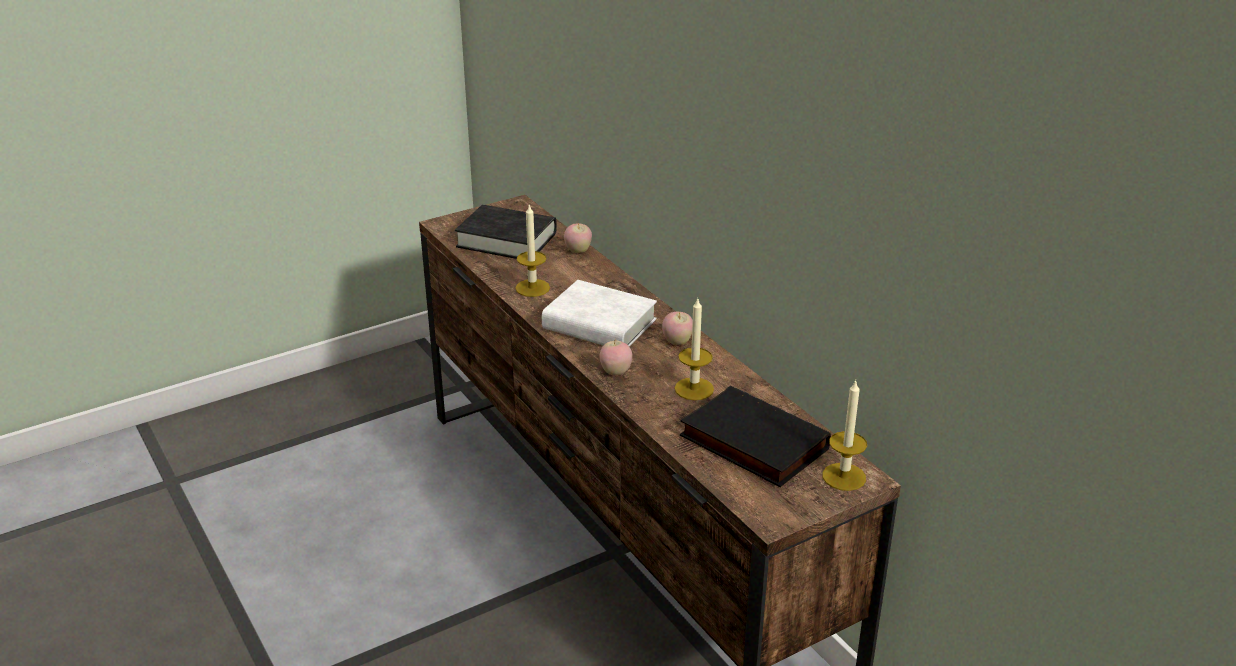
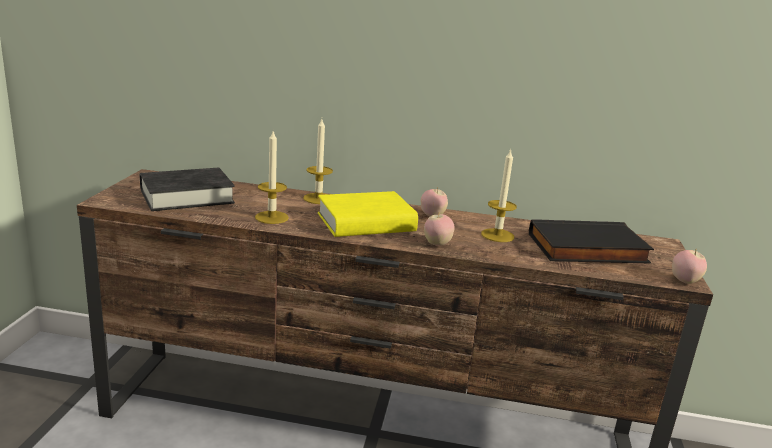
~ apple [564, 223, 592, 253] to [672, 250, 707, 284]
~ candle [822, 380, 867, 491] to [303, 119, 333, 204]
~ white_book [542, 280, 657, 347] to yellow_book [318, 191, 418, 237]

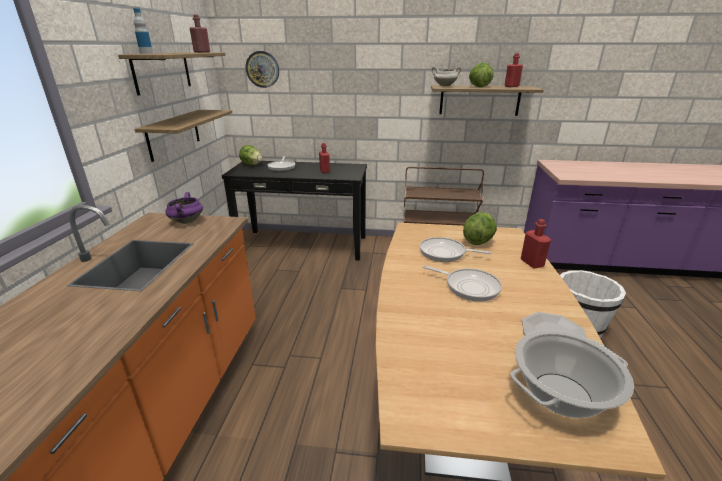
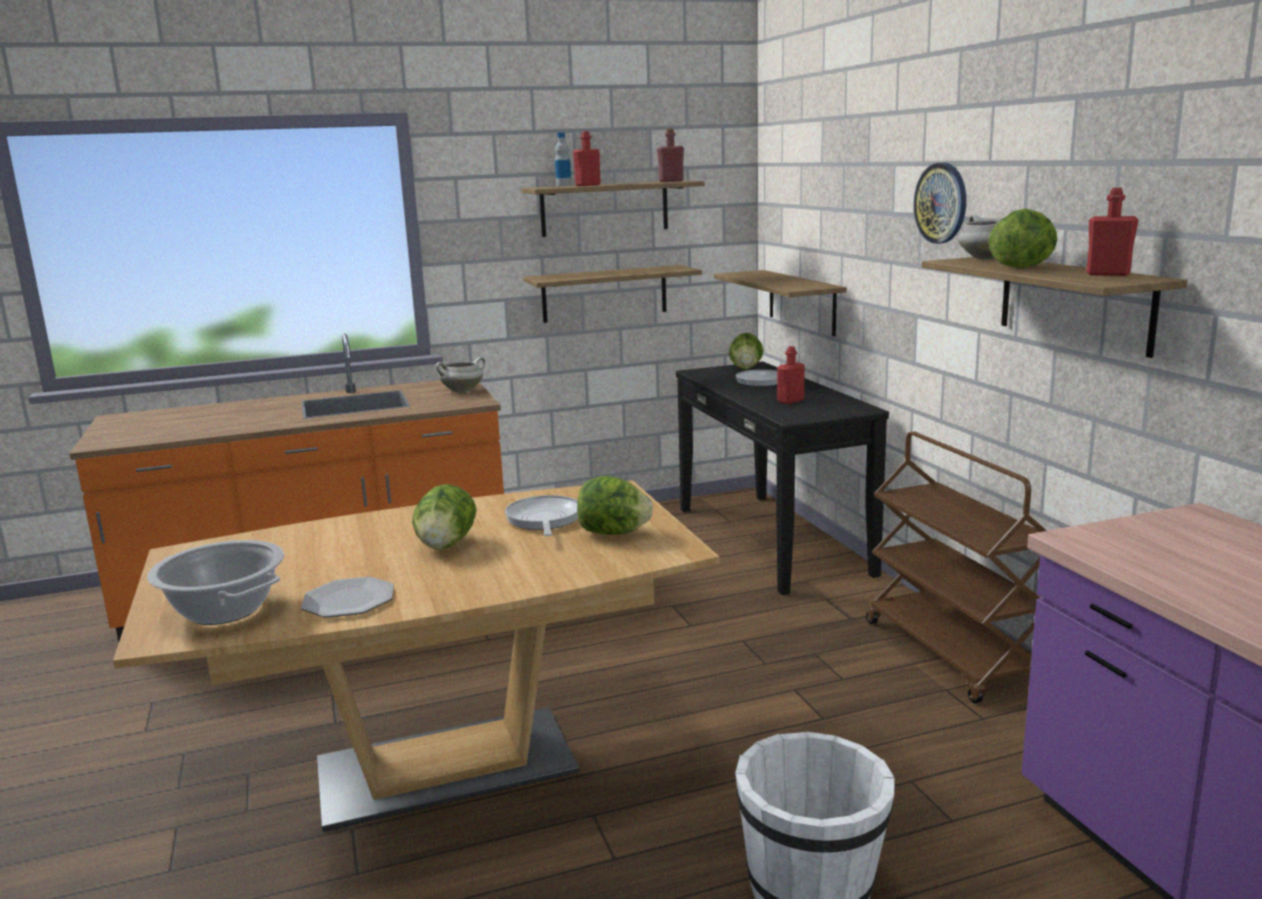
+ shelf [714, 270, 847, 336]
~ wall_clock [246, 51, 279, 88] to [914, 163, 966, 244]
~ red_bottle [521, 219, 551, 268] to [573, 131, 601, 186]
~ frying_pan [423, 265, 502, 302] to lettuce [412, 484, 477, 550]
~ purple_cooking_pot [166, 192, 203, 224] to white_cooking_pot [435, 357, 485, 393]

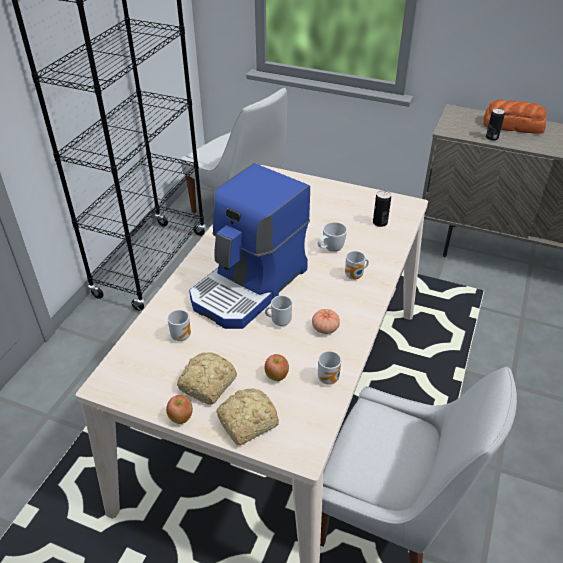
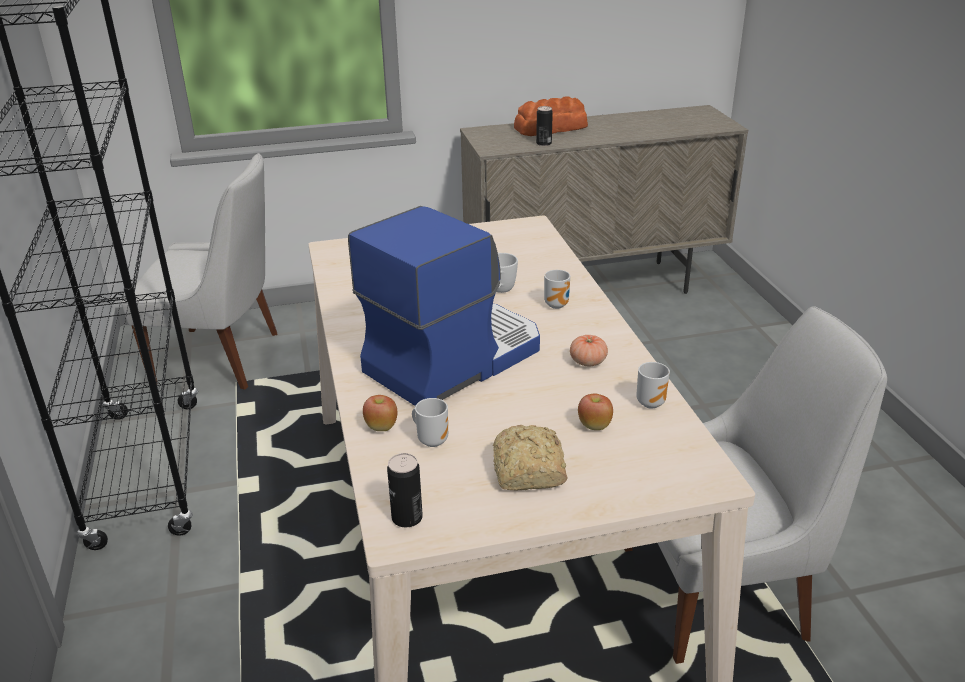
- bread [217, 388, 279, 445]
- mug [265, 296, 292, 326]
~ apple [166, 395, 193, 424] to [363, 395, 397, 431]
~ can [373, 190, 391, 227] to [387, 453, 423, 527]
~ coffee_machine [189, 163, 310, 329] = [348, 206, 540, 406] 135 degrees counterclockwise

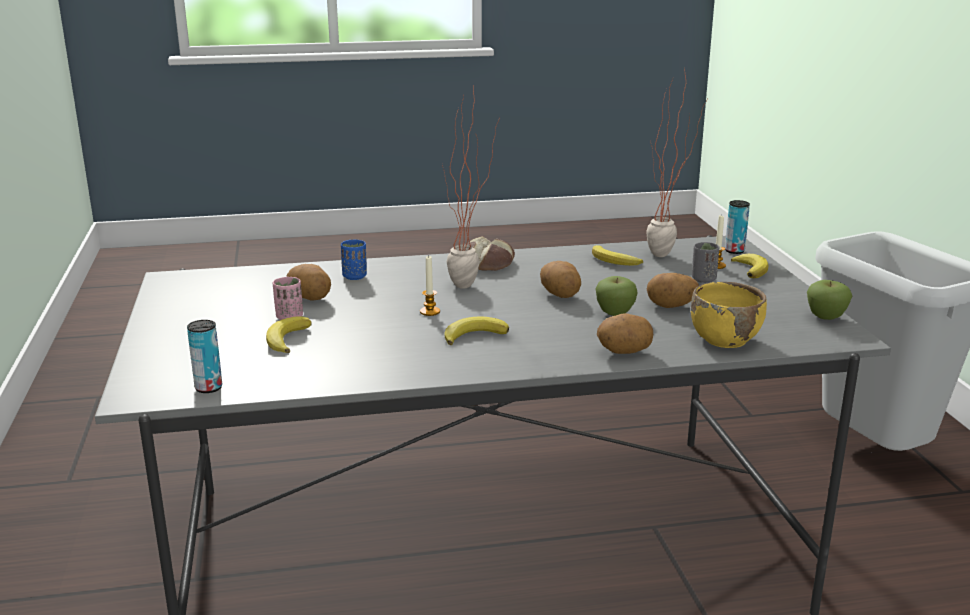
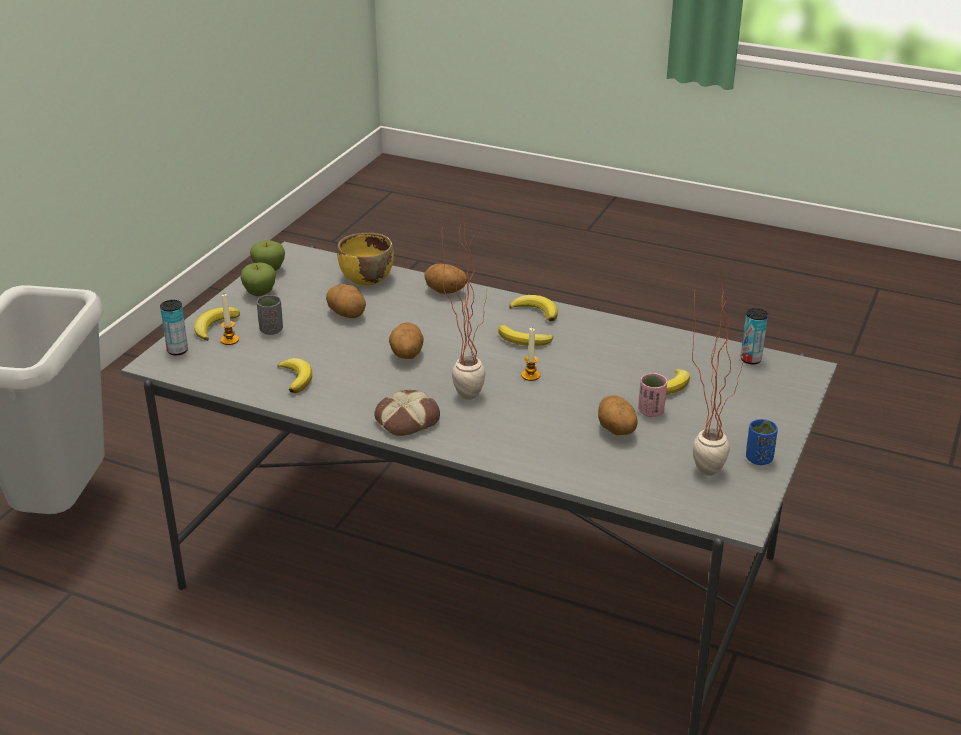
+ banana [510, 295, 557, 322]
~ blue_cup [341, 239, 367, 280] to [746, 419, 778, 465]
~ apple [595, 276, 638, 316] to [240, 262, 276, 296]
~ potted_plant [646, 75, 708, 257] to [692, 273, 745, 476]

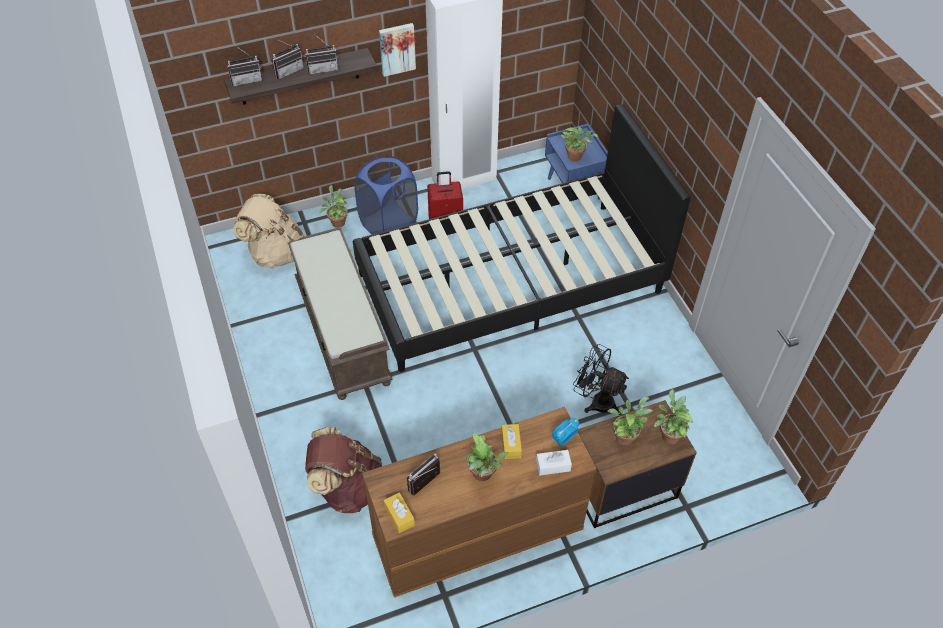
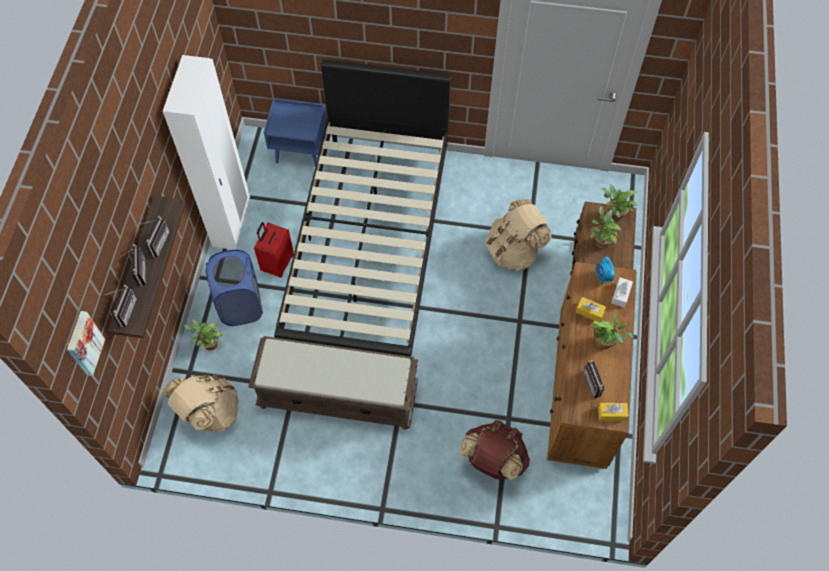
- potted_plant [561, 127, 599, 162]
~ picture [379, 23, 416, 77] to [67, 311, 105, 376]
~ black_fan [573, 344, 629, 415] to beige_backpack [486, 199, 552, 271]

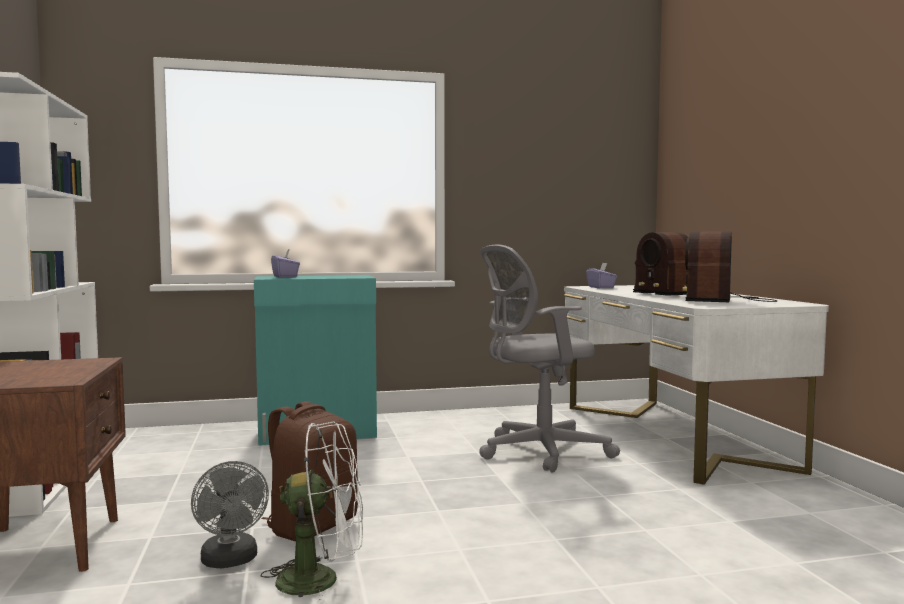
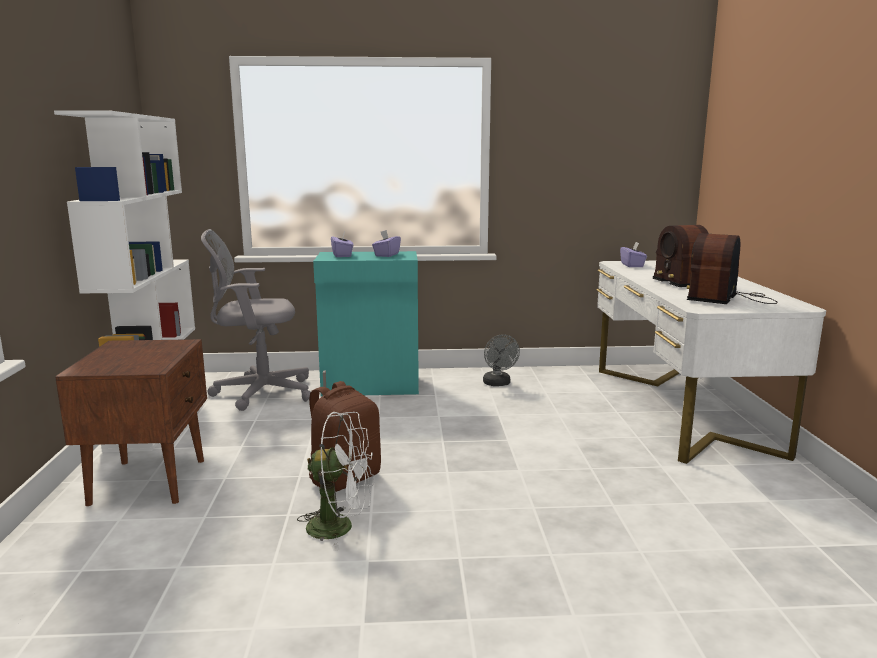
+ purple_tissue_box [372, 230, 401, 257]
~ grey_fan [191, 461, 269, 568] to [483, 334, 520, 386]
~ grey_office_chair [479, 245, 620, 472] to [201, 229, 311, 411]

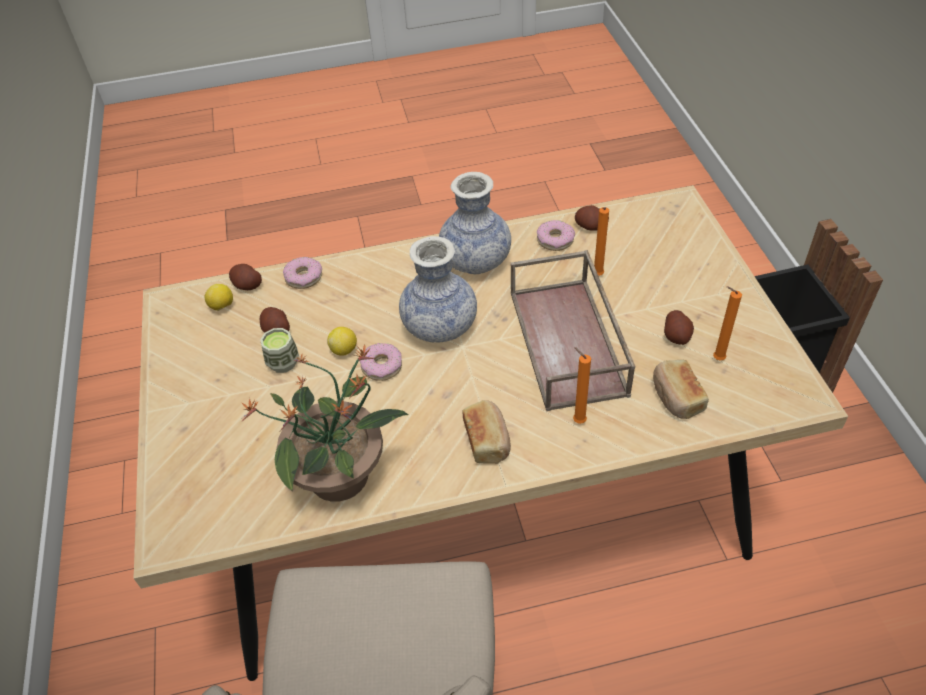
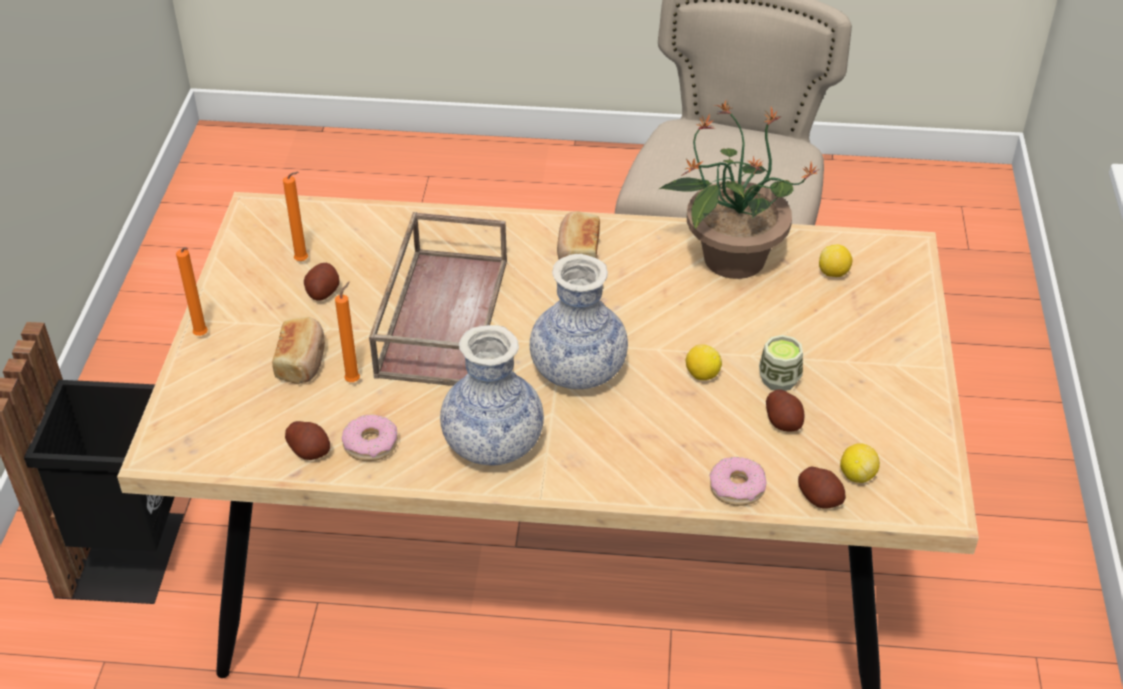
- donut [360, 343, 402, 381]
+ lemon [819, 244, 852, 277]
~ orange_candle [573, 347, 591, 424] to [176, 247, 208, 336]
~ bread [653, 360, 709, 419] to [272, 317, 325, 384]

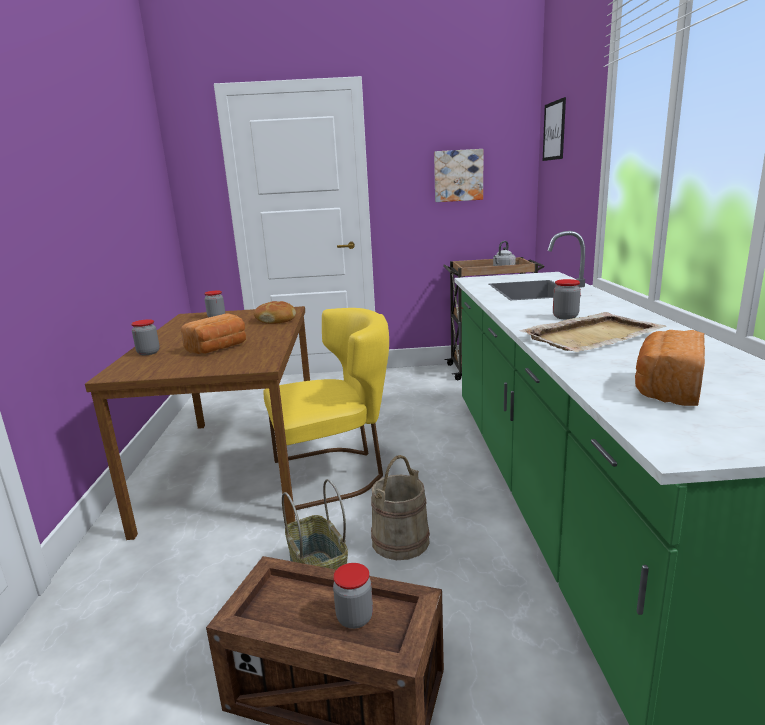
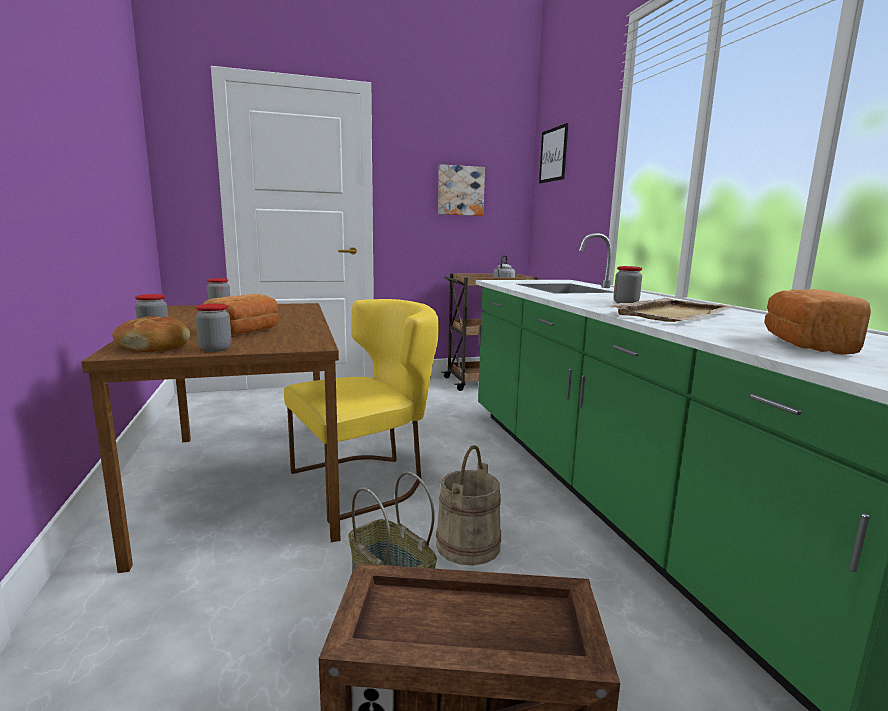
~ bread [254, 301, 296, 324] to [112, 316, 190, 352]
~ jar [333, 563, 373, 629] to [196, 304, 232, 352]

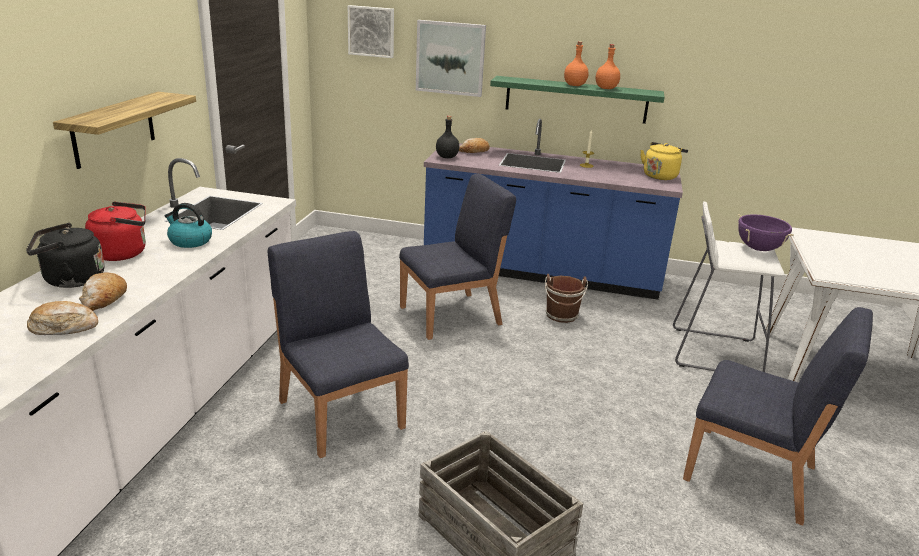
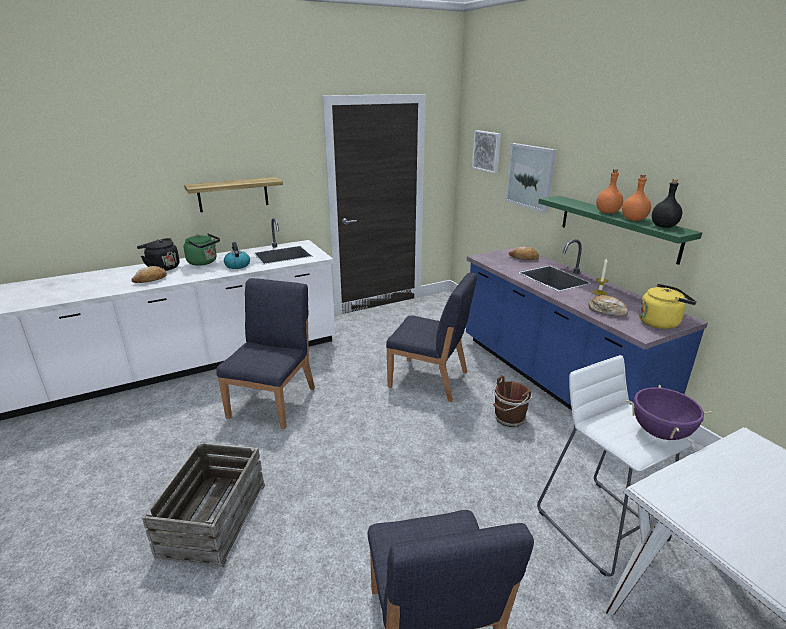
~ bread [27, 301, 98, 335] to [588, 295, 628, 316]
~ black_bottle [436, 116, 459, 158] to [652, 179, 682, 228]
~ red_kettle [85, 202, 146, 261] to green_kettle [184, 233, 220, 266]

